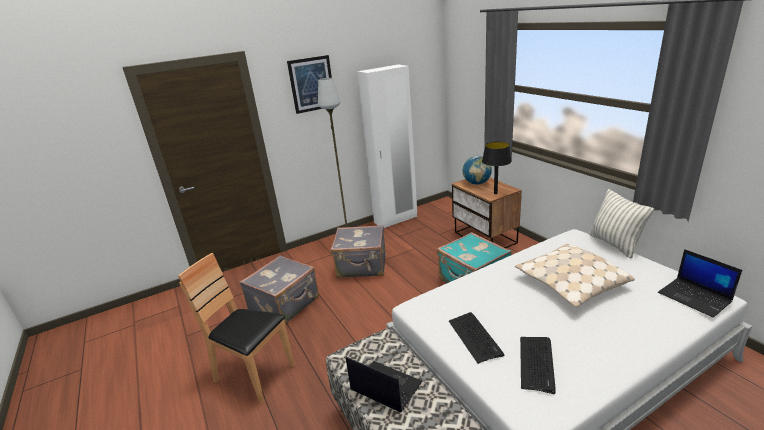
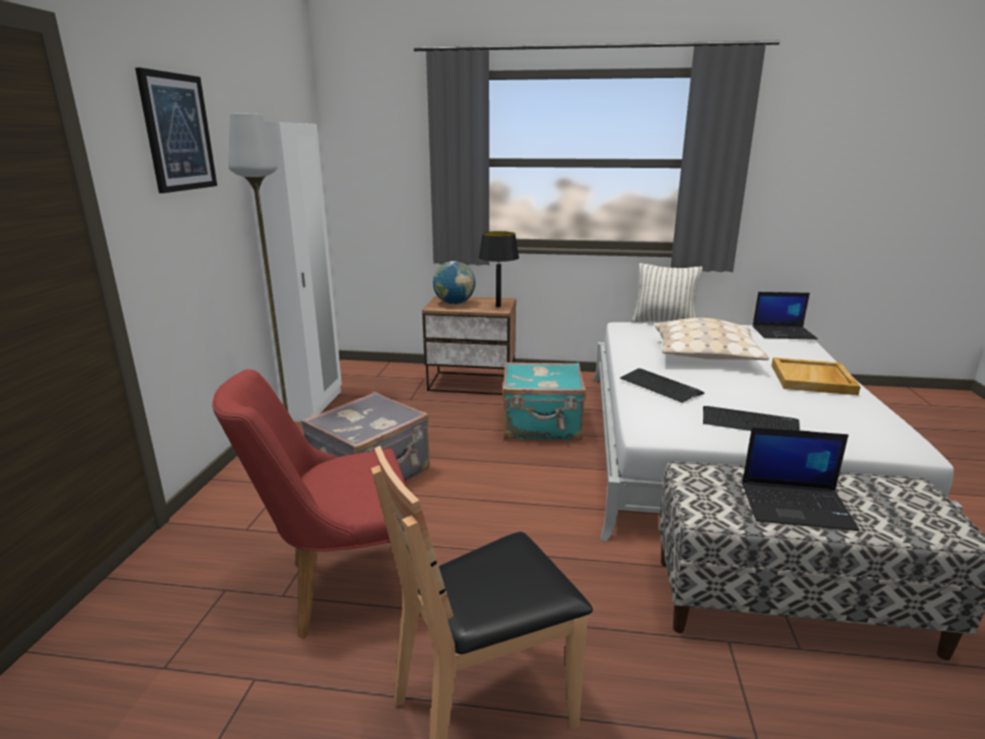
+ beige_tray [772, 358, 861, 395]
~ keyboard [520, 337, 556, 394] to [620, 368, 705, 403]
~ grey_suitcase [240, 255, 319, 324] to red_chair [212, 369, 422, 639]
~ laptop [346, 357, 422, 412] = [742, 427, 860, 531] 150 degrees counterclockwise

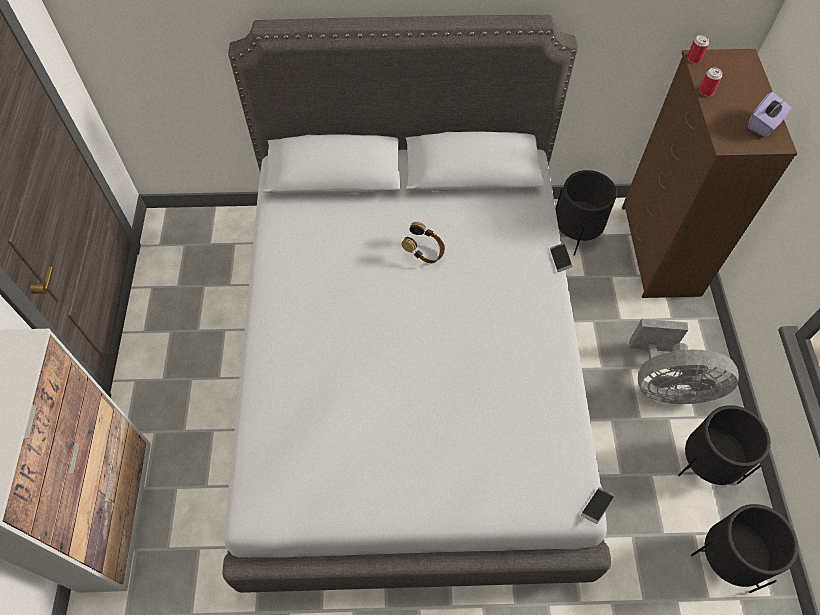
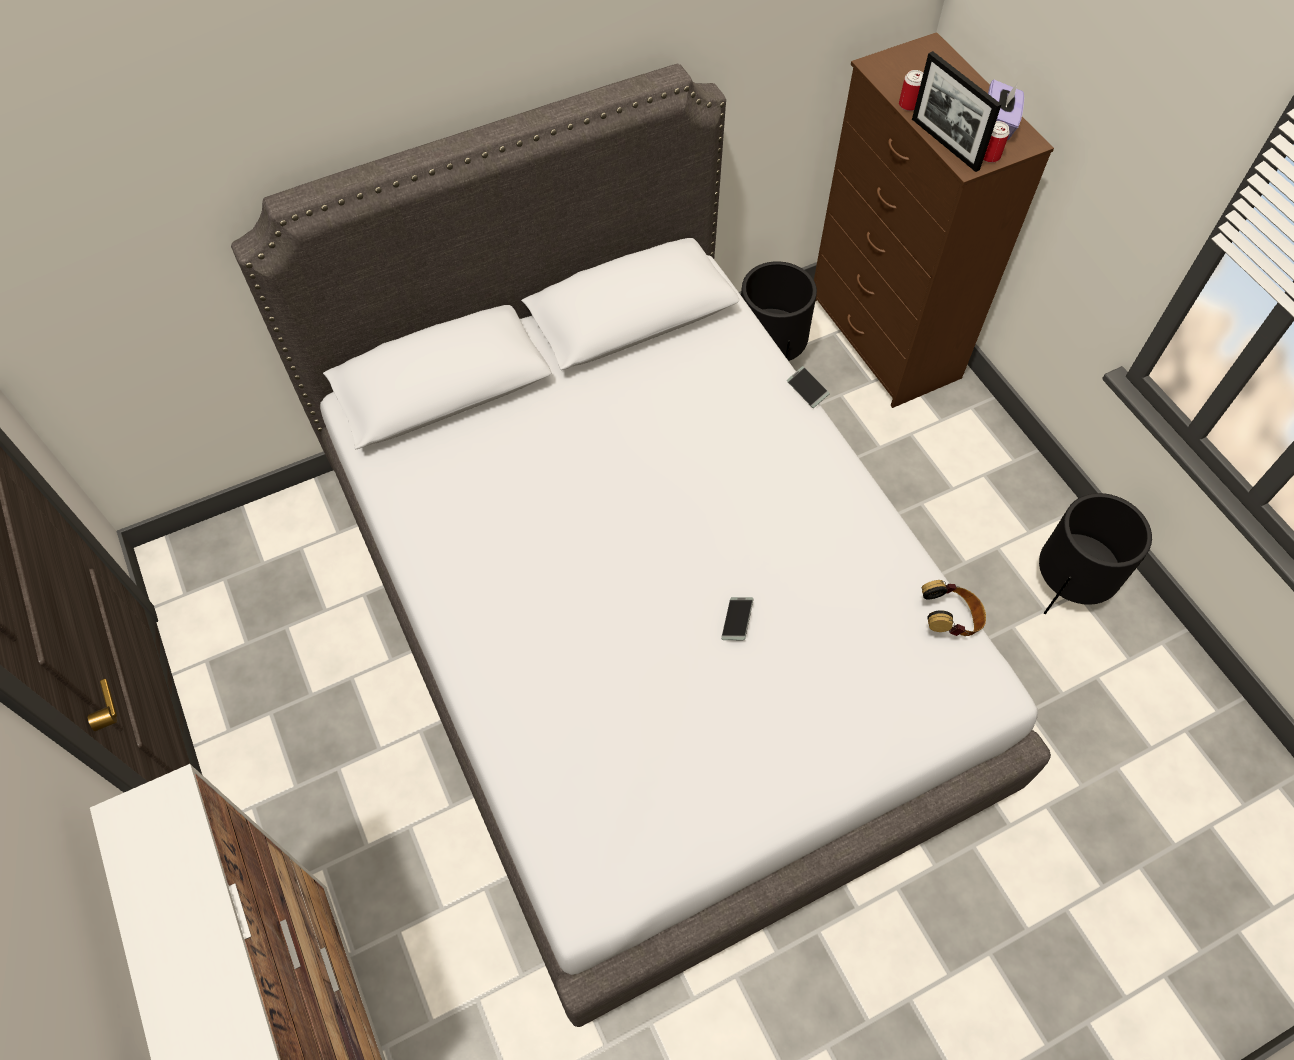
- grey_fan [629, 319, 739, 404]
- black_planter [691, 504, 798, 593]
+ picture_frame [912, 51, 1002, 172]
~ headphones [401, 222, 445, 263] to [922, 580, 986, 636]
~ phone [581, 487, 615, 524] to [721, 597, 753, 640]
~ can [687, 35, 709, 63] to [983, 121, 1010, 163]

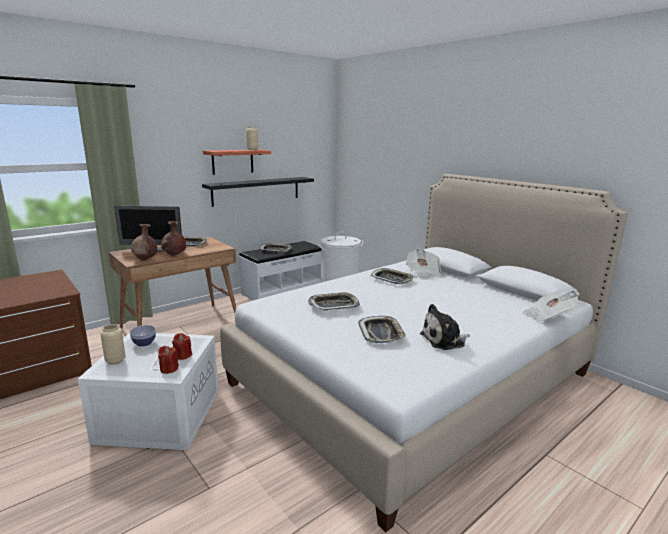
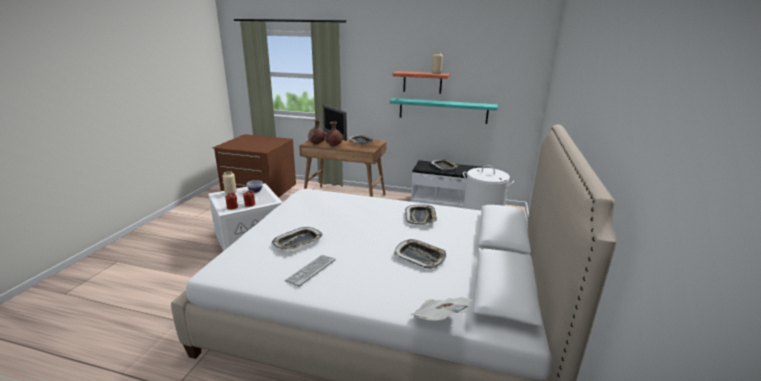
- newspaper [406, 249, 441, 280]
~ tray [308, 292, 360, 310] to [394, 239, 447, 269]
~ plush_toy [420, 304, 470, 350] to keyboard [284, 255, 336, 287]
~ black_shelf [202, 177, 314, 207] to turquoise_shelf [389, 98, 497, 124]

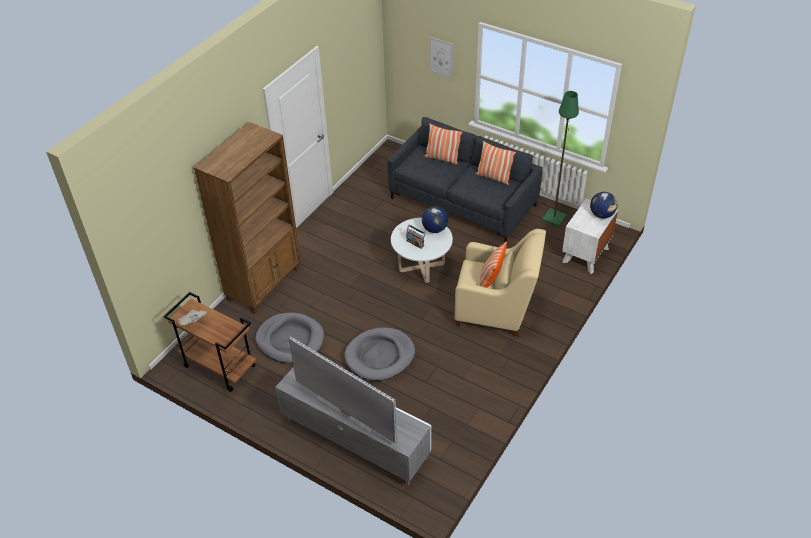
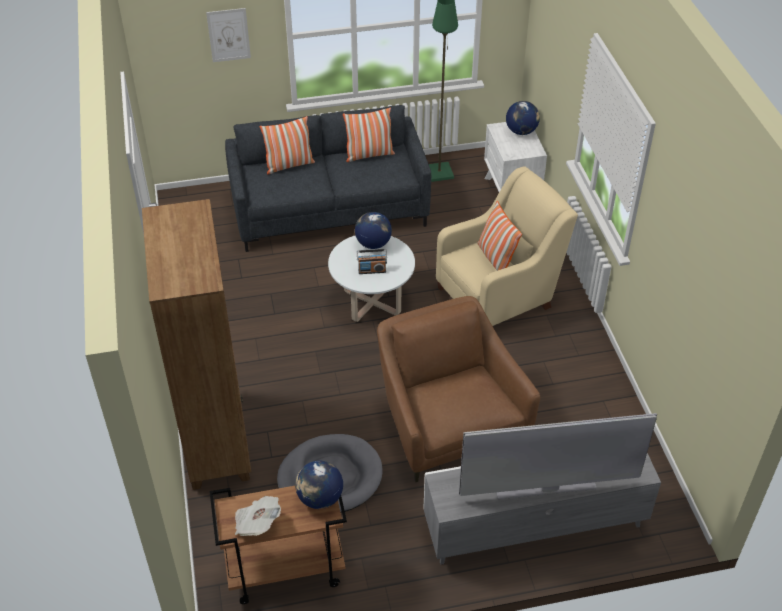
+ globe [295, 461, 343, 509]
~ grey_dog_bed [344, 328, 415, 381] to brown_armchair [377, 296, 540, 482]

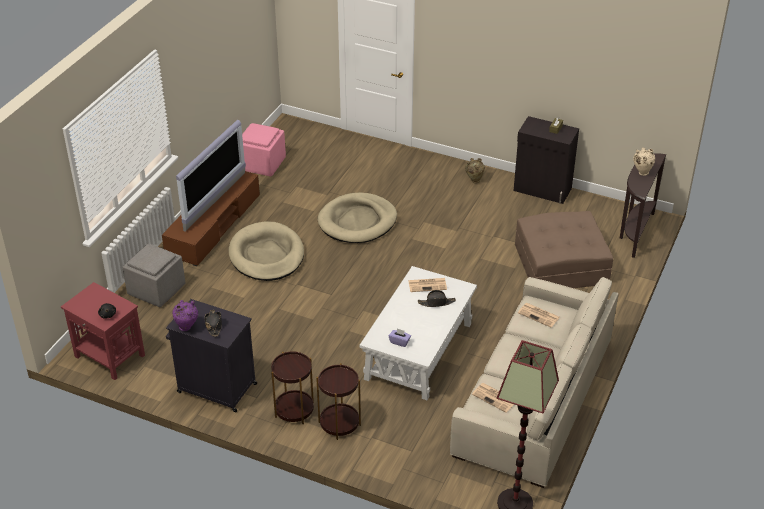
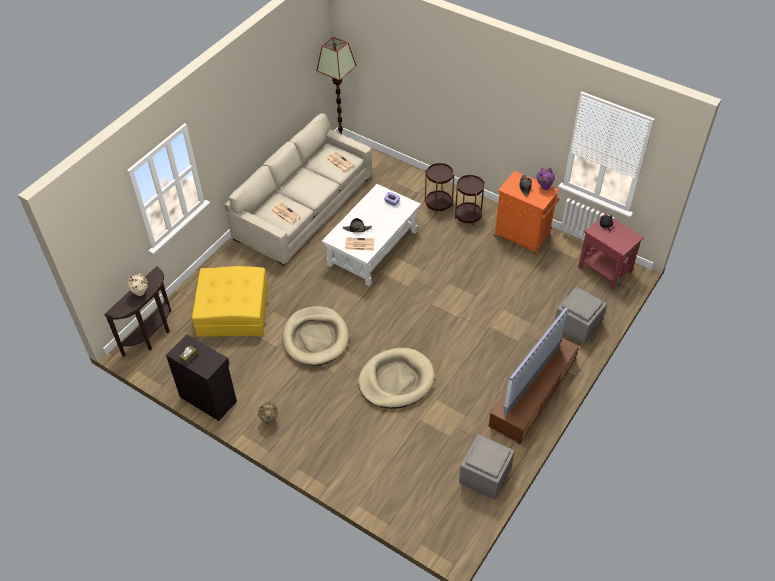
~ beige_dog_bed [229, 221, 304, 281] to [283, 306, 349, 365]
~ black_cabinet [166, 299, 257, 412] to orange_cabinet [494, 171, 560, 255]
~ pink_ottoman [242, 123, 286, 177] to grey_ottoman [459, 434, 515, 499]
~ brown_ottoman [515, 211, 613, 288] to yellow_ottoman [192, 266, 268, 337]

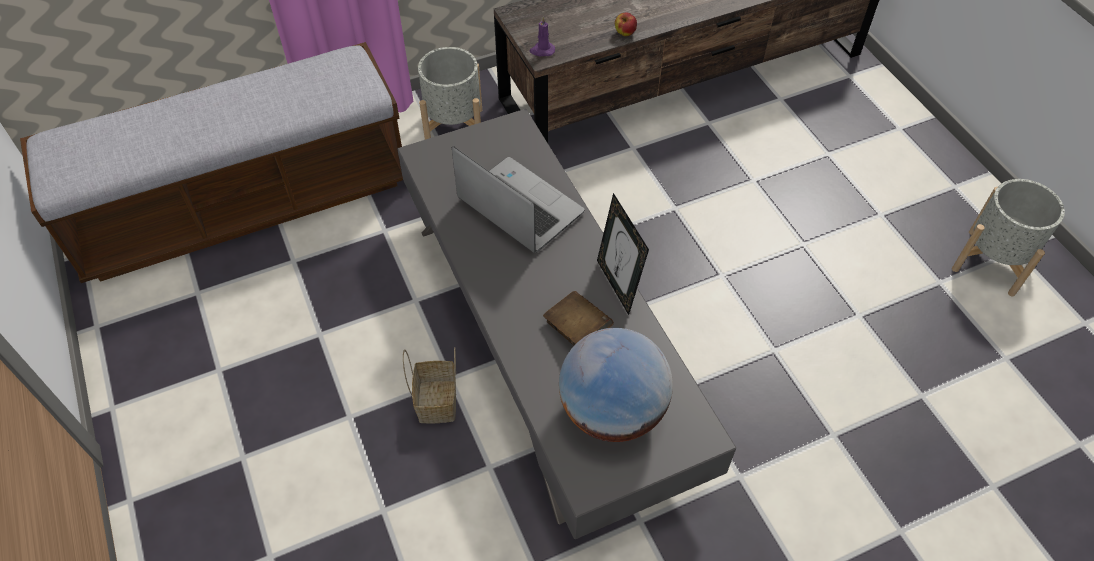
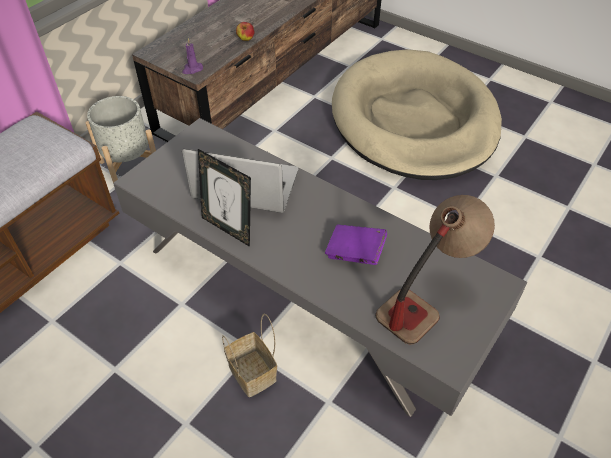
- grey_planter [952, 179, 1065, 297]
+ beige_dog_bed [332, 49, 502, 180]
~ picture_frame [597, 193, 649, 315] to [198, 149, 251, 247]
~ globe [559, 328, 673, 442] to table_lamp [375, 195, 495, 344]
~ brown_book [543, 291, 614, 346] to purple_book [325, 224, 387, 265]

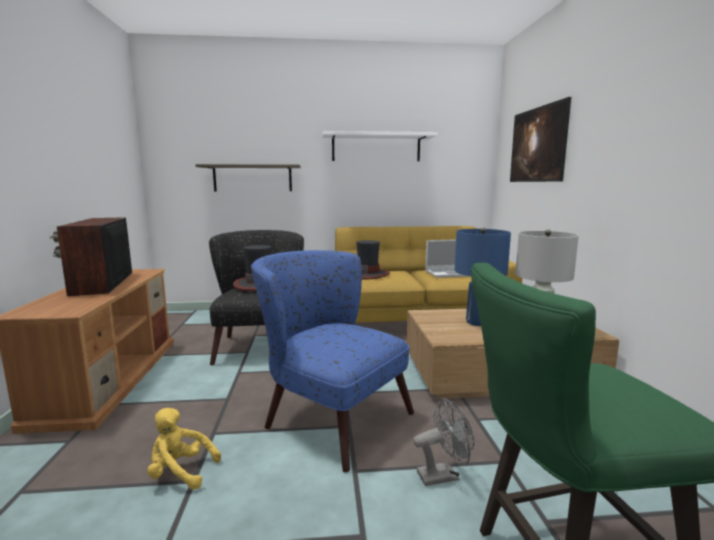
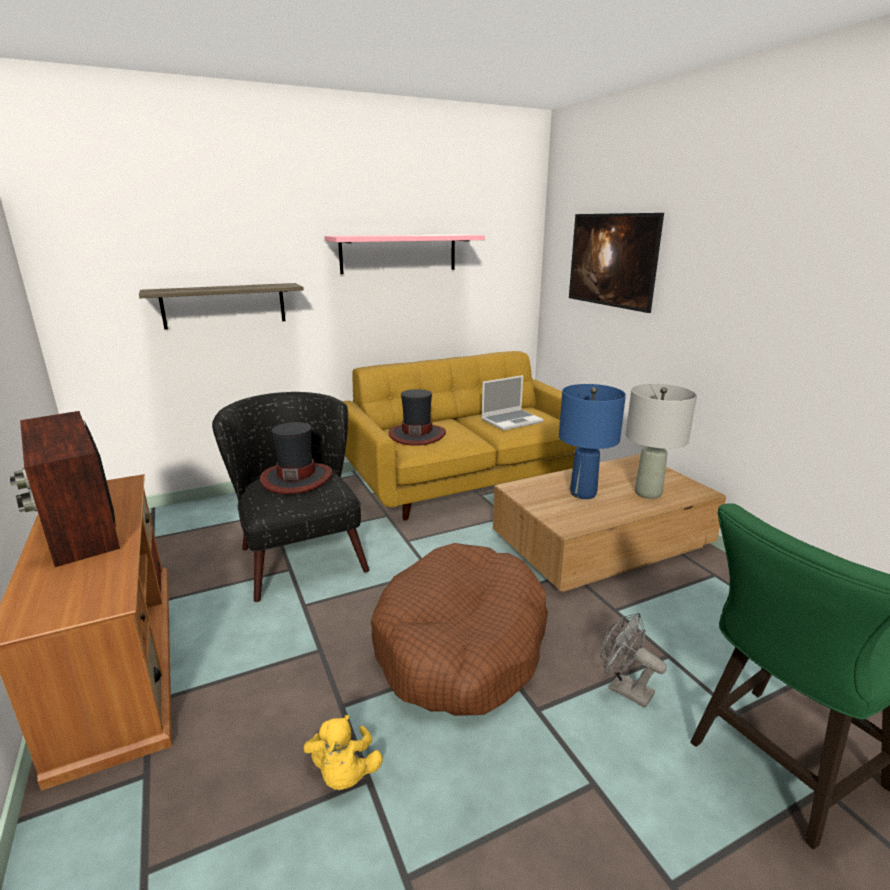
~ blue_armchair [251, 250, 414, 472] to brown_dog_bed [371, 543, 548, 716]
~ white_shelf [322, 131, 438, 161] to pink_shelf [324, 234, 485, 274]
~ yellow_plush_toy [147, 408, 221, 490] = [304, 715, 383, 790] 90 degrees counterclockwise
~ grey_fan [413, 398, 474, 486] = [600, 613, 667, 708] 105 degrees counterclockwise

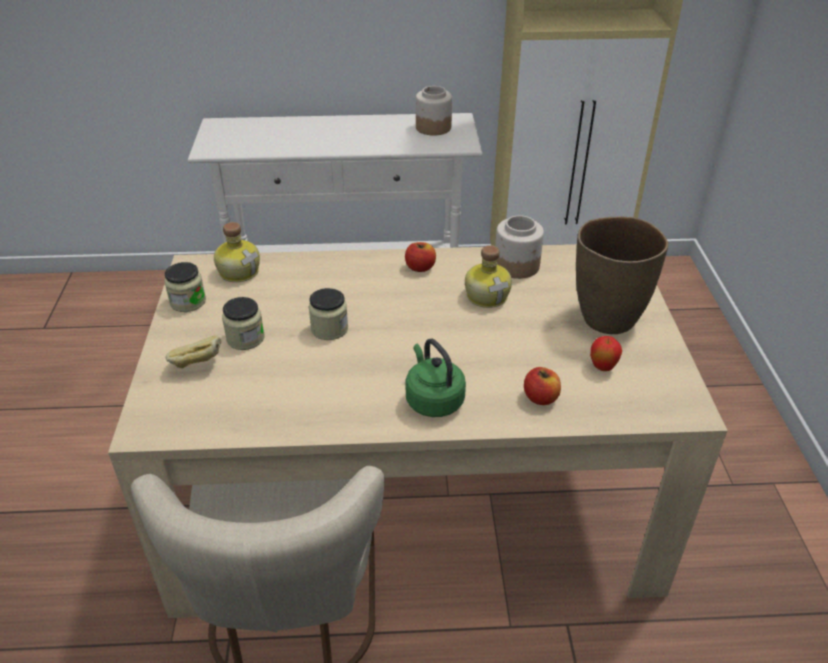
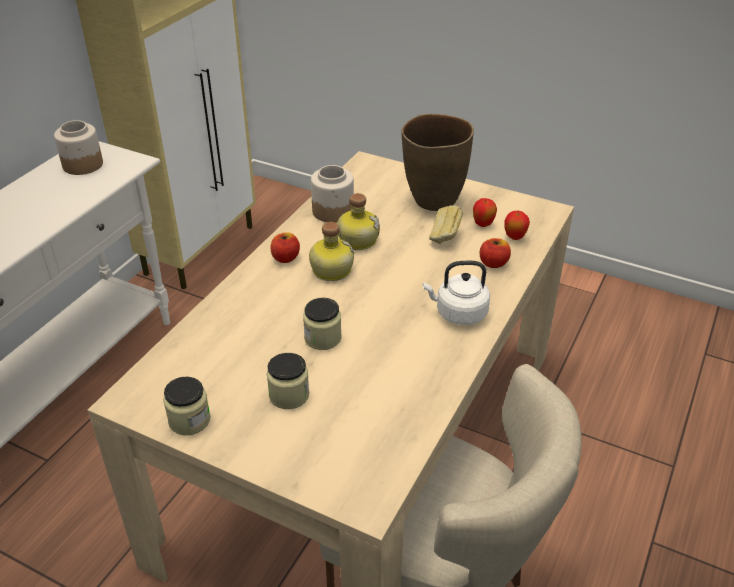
+ apple [504, 211, 530, 240]
~ bread [165, 335, 221, 368] to [429, 205, 463, 244]
~ bottle [214, 222, 260, 282] to [309, 222, 354, 281]
~ green_kettle [406, 339, 466, 417] to white_kettle [423, 261, 490, 325]

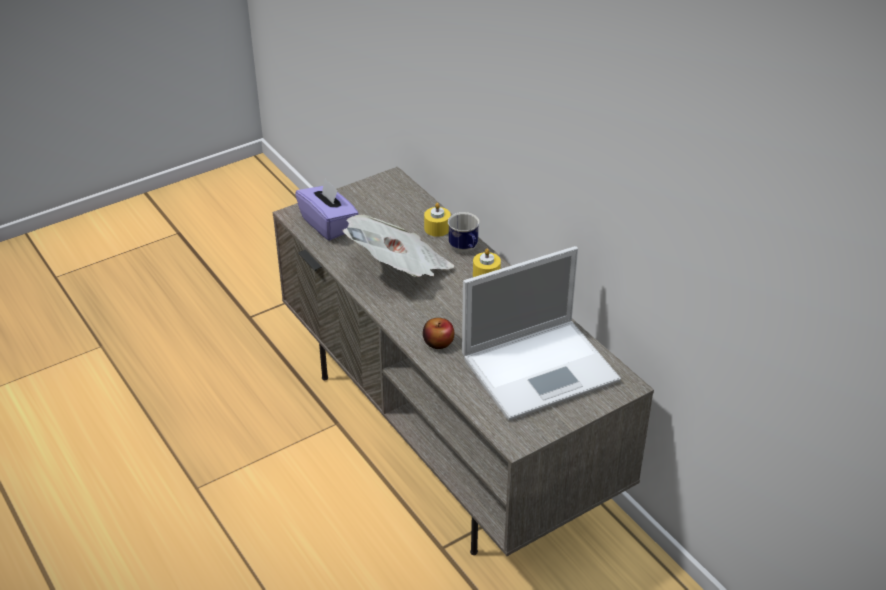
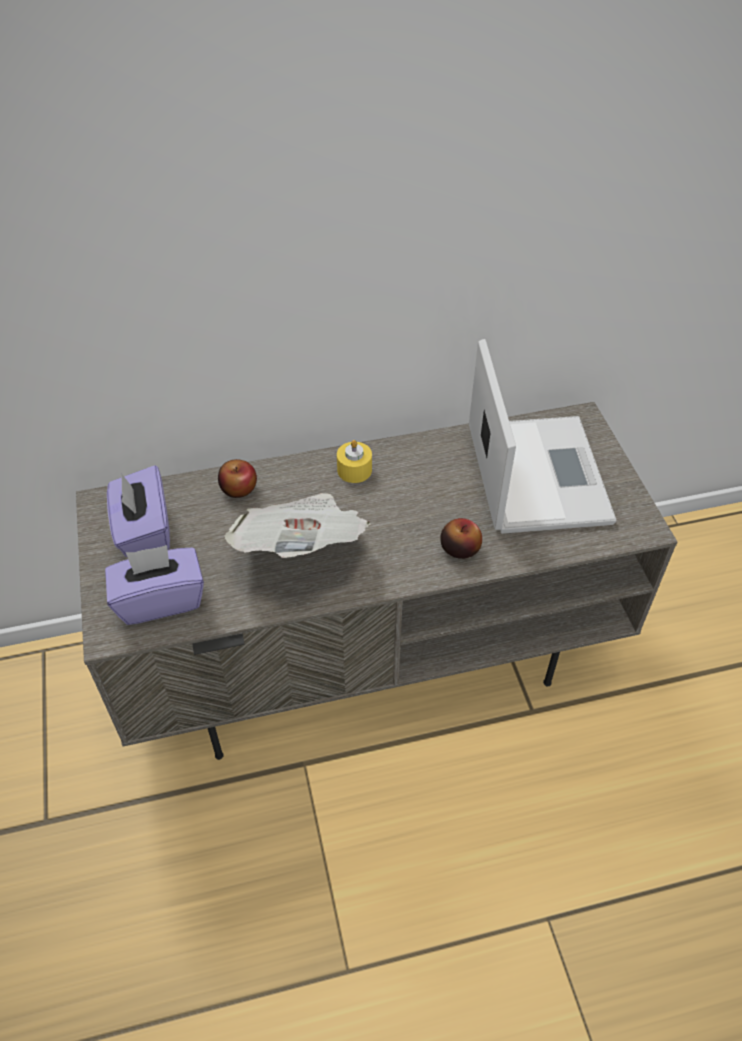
- mug [448, 212, 479, 253]
+ purple_tissue_box [107, 465, 170, 557]
~ yellow_candle [424, 203, 451, 237] to apple [218, 459, 257, 498]

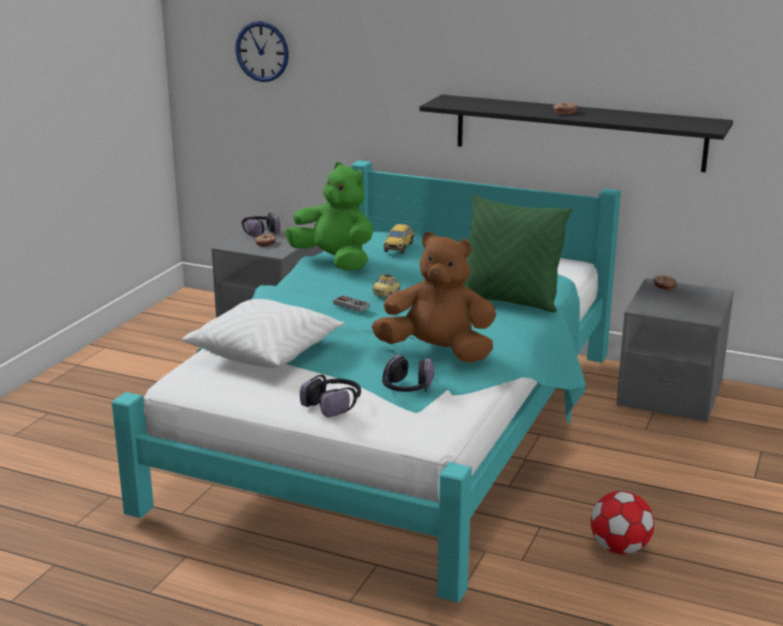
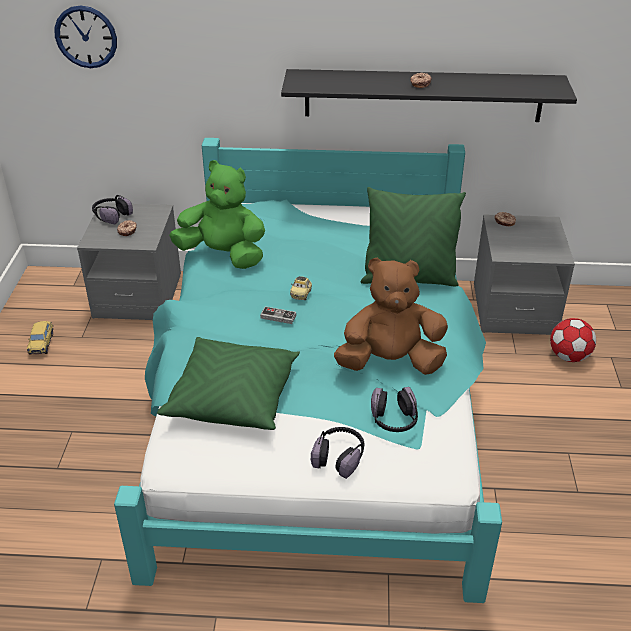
~ toy_car [384, 224, 415, 254] to [27, 321, 53, 355]
~ football [591, 491, 654, 554] to [550, 318, 596, 362]
~ white_pillow [182, 299, 345, 368] to green_pillow [157, 337, 300, 430]

